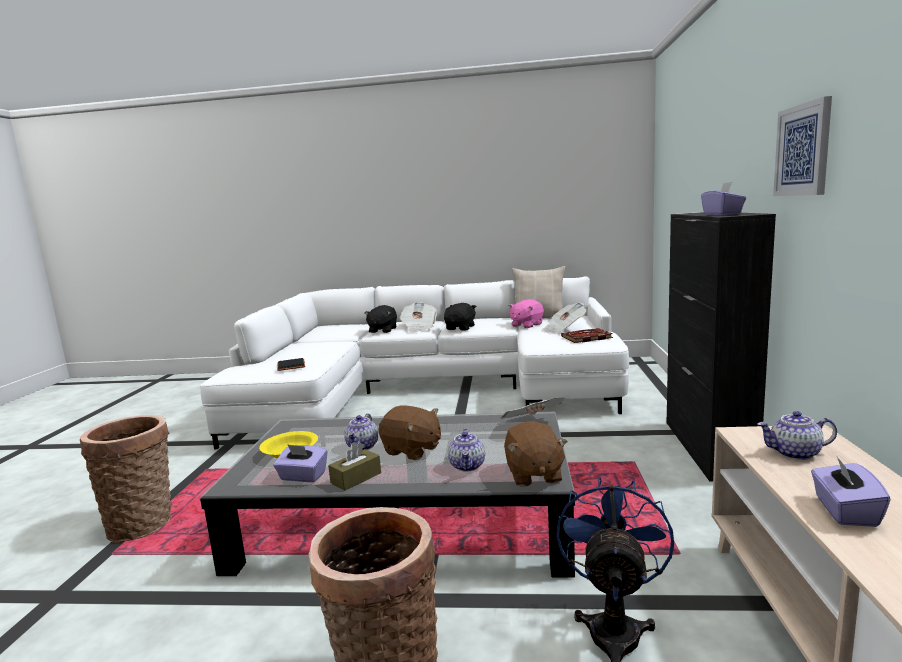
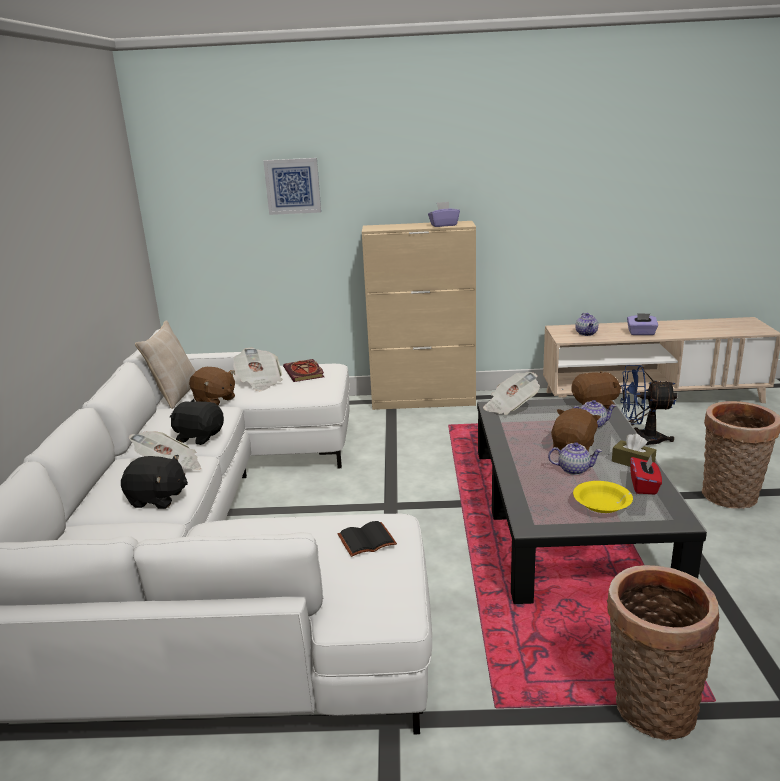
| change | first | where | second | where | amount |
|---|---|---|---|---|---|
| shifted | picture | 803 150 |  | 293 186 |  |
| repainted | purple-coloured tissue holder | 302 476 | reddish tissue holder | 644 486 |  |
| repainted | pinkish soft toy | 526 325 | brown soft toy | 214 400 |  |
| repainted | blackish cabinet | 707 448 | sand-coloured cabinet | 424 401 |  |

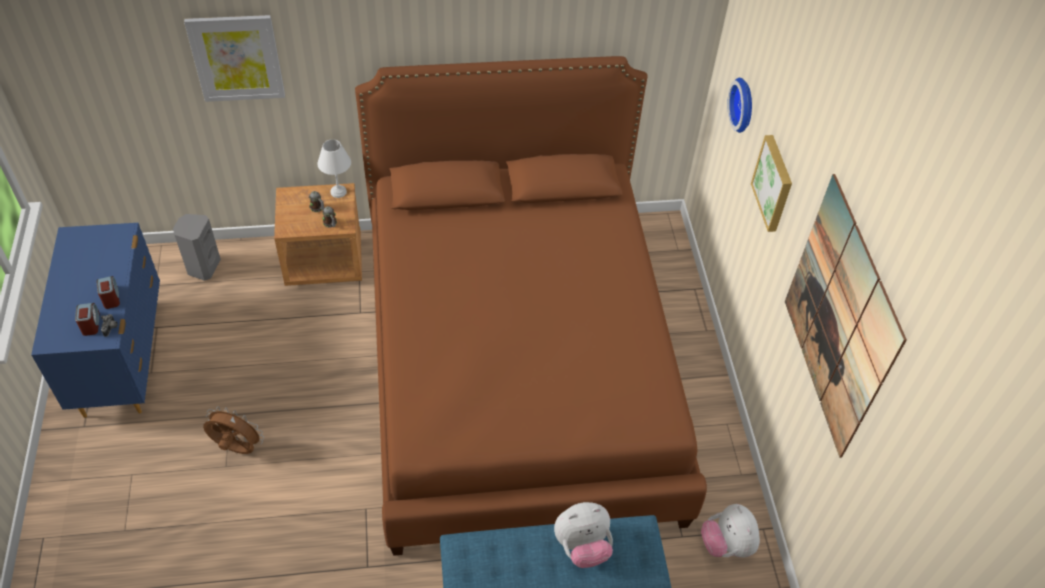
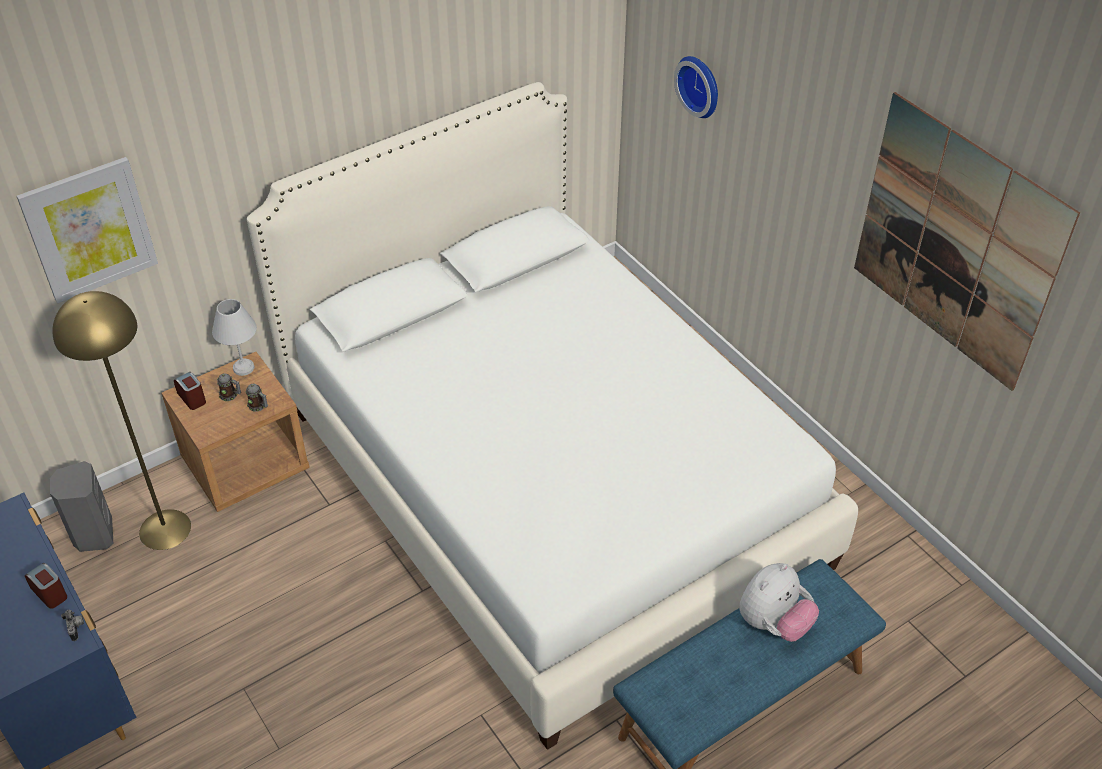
| change | first | where | second | where | amount |
|---|---|---|---|---|---|
| gone | brown fan | 236 448 |  |  |  |
| gone | soft toy | 726 544 |  |  |  |
| gone | picture | 774 183 |  |  |  |
| new |  |  | yellow-coloured standard lamp | 165 529 |  |
| shifted | table clock | 91 324 |  | 192 398 |  |
| repainted | brown bedroom bed | 518 367 | white bedroom bed | 551 485 |  |

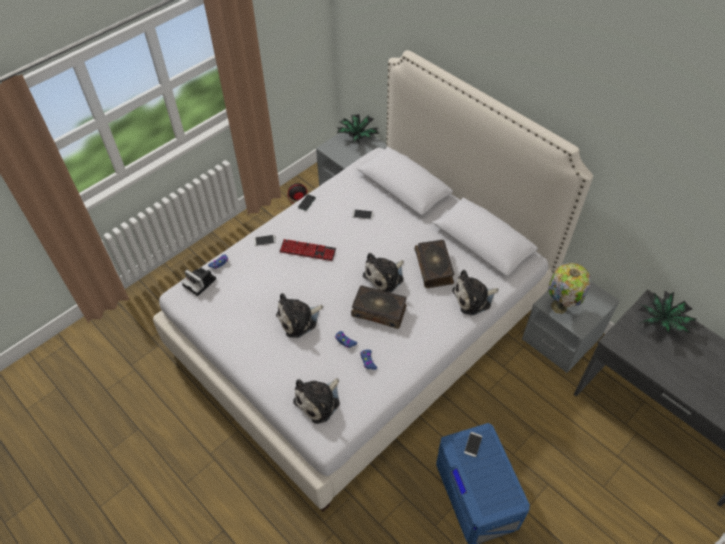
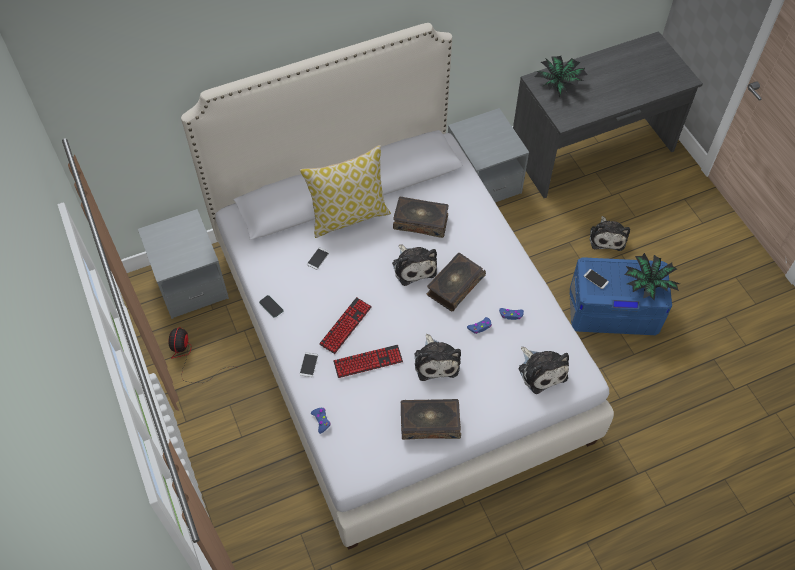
| change | first | where | second | where | amount |
|---|---|---|---|---|---|
| gone | photo camera | 201 282 |  |  |  |
| gone | lamp for a table | 560 308 |  |  |  |
| new |  |  | cushion | 349 216 |  |
| new |  |  | PC keyboard | 368 362 |  |
| new |  |  | book | 430 422 |  |
| shifted | plant in a pot | 357 137 |  | 648 284 |  |
| shifted | soft toy | 474 298 |  | 607 237 |  |

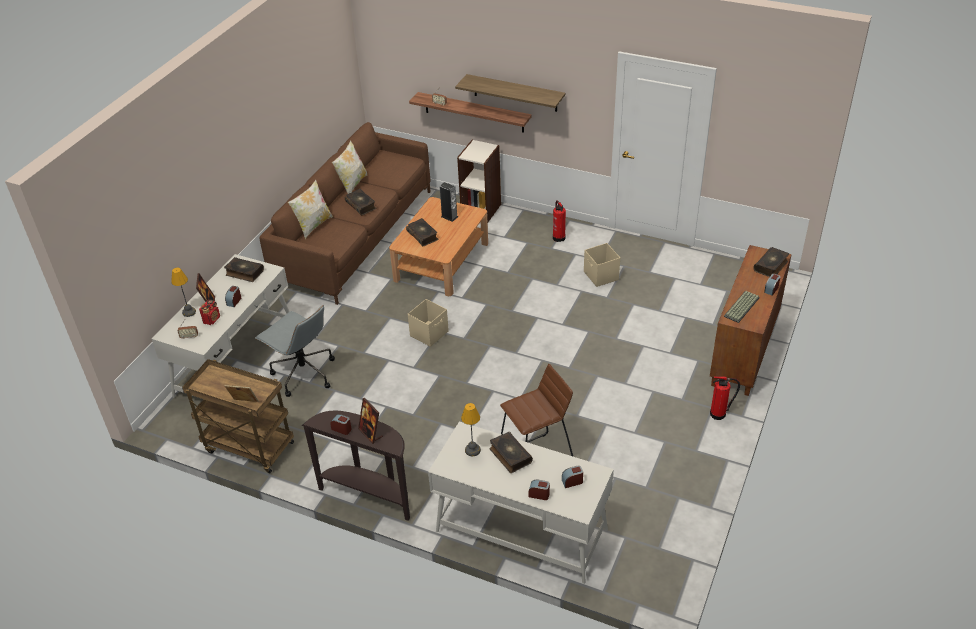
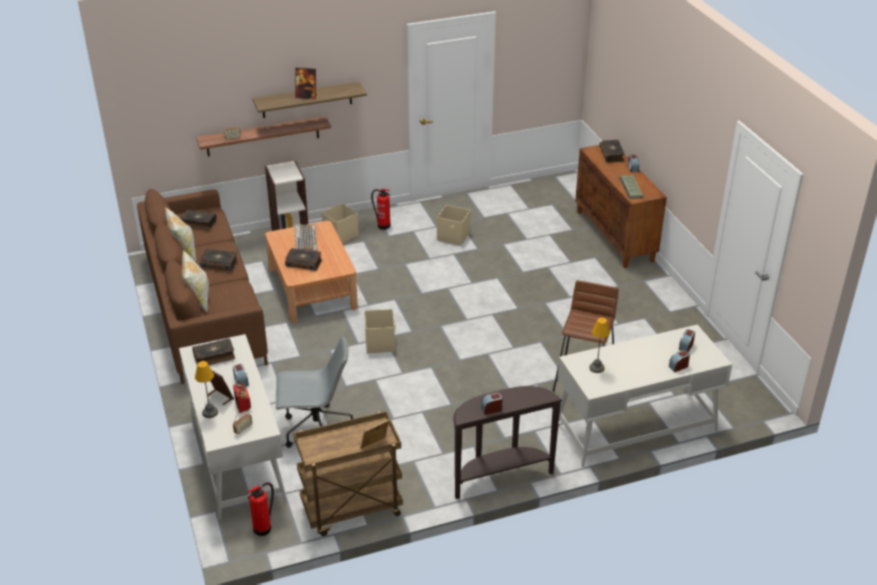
| change | first | where | second | where | amount |
|---|---|---|---|---|---|
| new |  |  | sand-coloured storage container | 340 235 |  |
| shifted | picture frame | 370 433 |  | 306 96 |  |
| shifted | book | 510 456 |  | 198 223 |  |
| shifted | fire-fighting cylinder | 719 414 |  | 264 528 |  |
| swapped | audio speaker | 449 216 | PC keyboard | 305 239 |  |

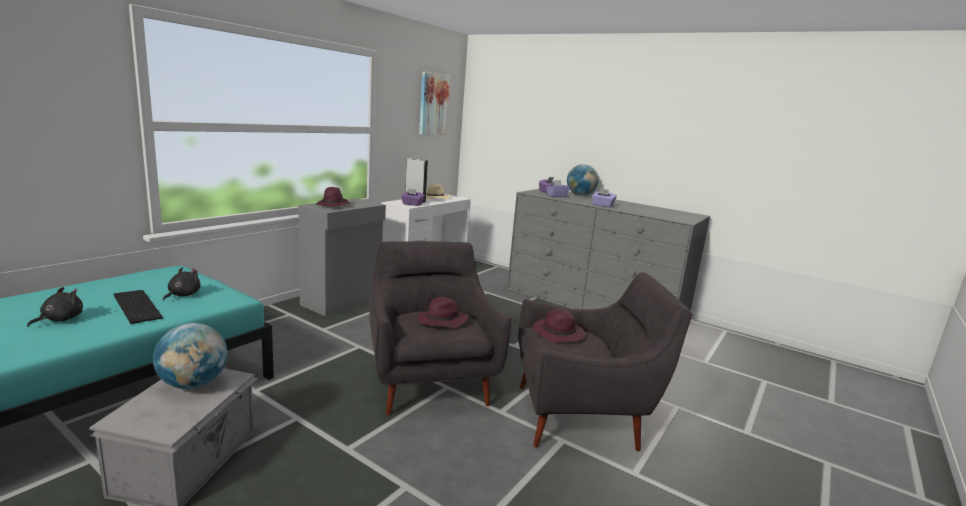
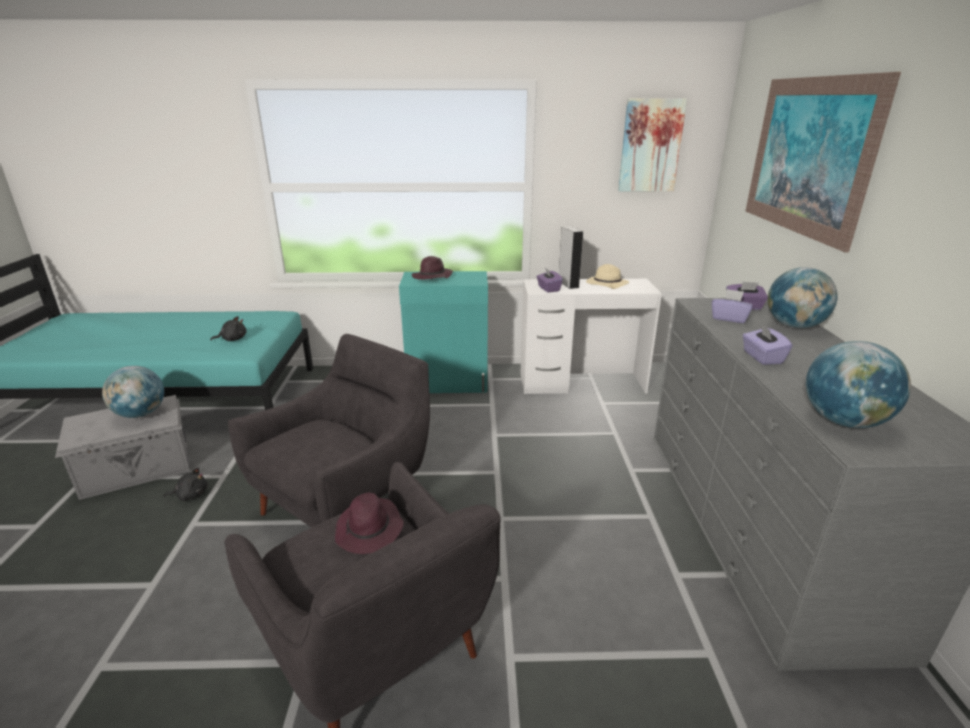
| change | first | where | second | where | amount |
|---|---|---|---|---|---|
| gone | PC keyboard | 135 306 |  |  |  |
| gone | purple-coloured hat | 441 322 |  |  |  |
| new |  |  | picture | 808 156 |  |
| new |  |  | desk globe | 844 421 |  |
| shifted | blackish soft toy | 60 319 |  | 191 495 |  |
| repainted | greyish cabinet | 343 301 | turquoise cabinet | 448 383 |  |

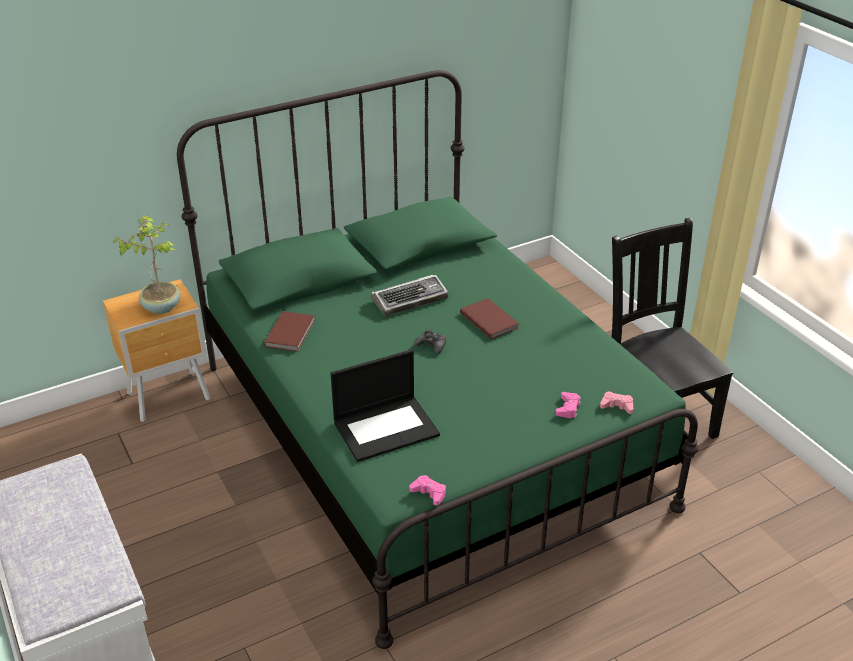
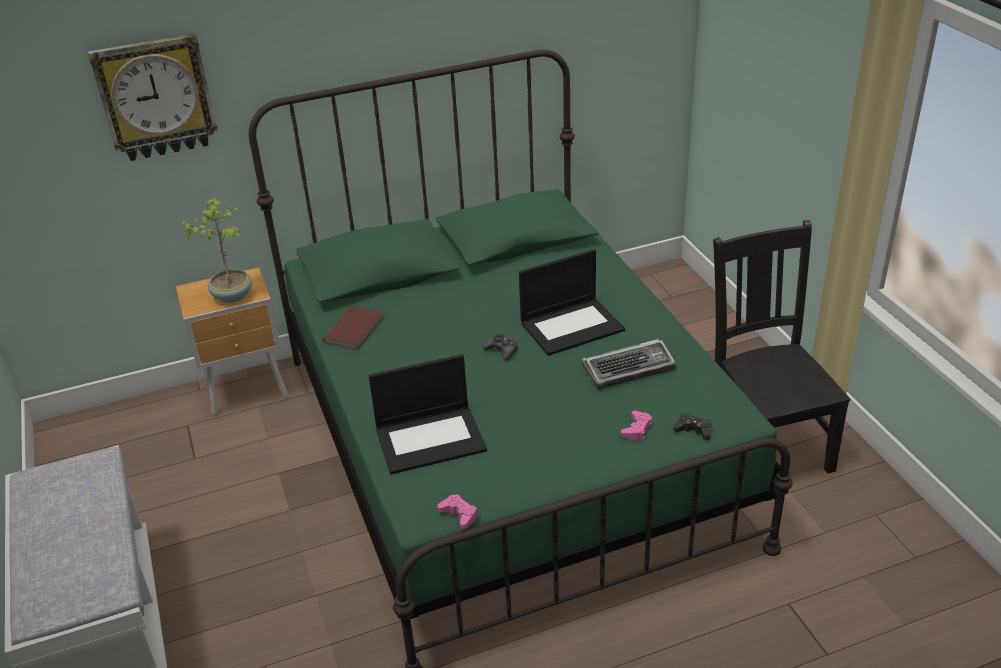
| change | first | where | second | where | amount |
|---|---|---|---|---|---|
| new |  |  | wall clock | 156 97 |  |
| shifted | PC keyboard | 410 299 |  | 629 369 |  |
| swapped | brown book | 489 320 | notebook computer | 572 326 |  |
| repainted | pinkish joypad | 617 406 | blackish joypad | 693 430 |  |

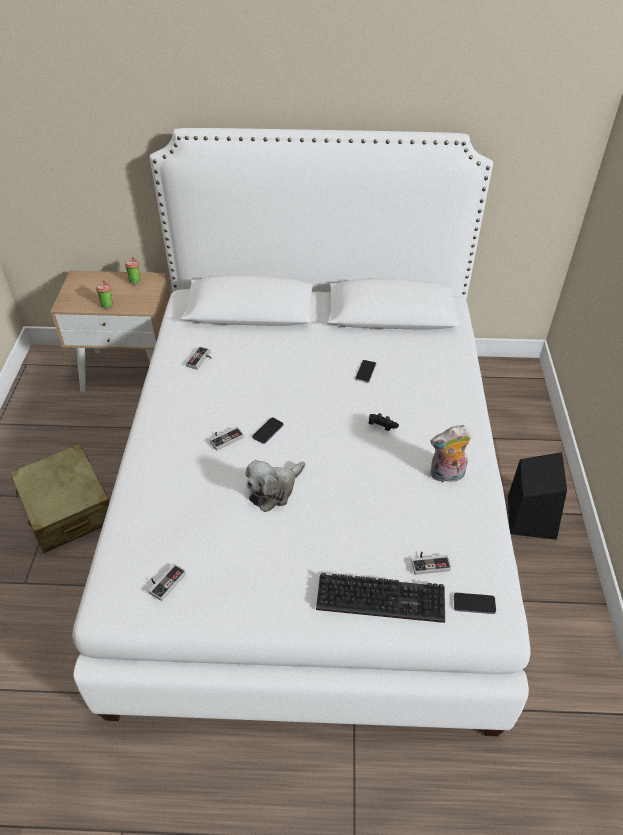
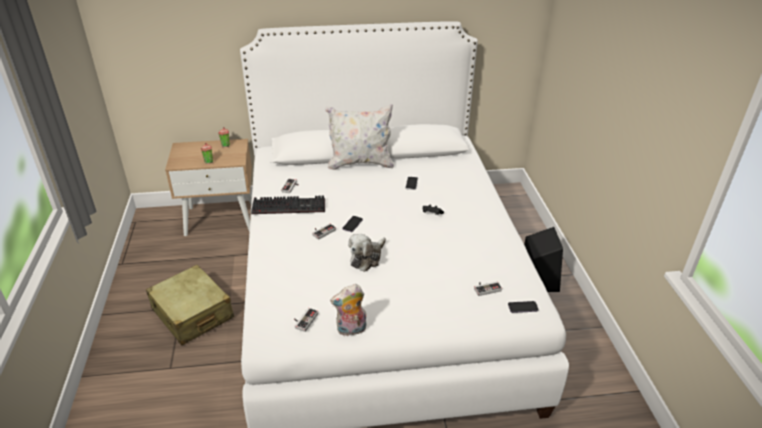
| change | first | where | second | where | amount |
|---|---|---|---|---|---|
| new |  |  | white cushion | 360 163 |  |
| shifted | PC keyboard | 383 597 |  | 290 206 |  |
| shifted | soft toy | 446 475 |  | 351 330 |  |

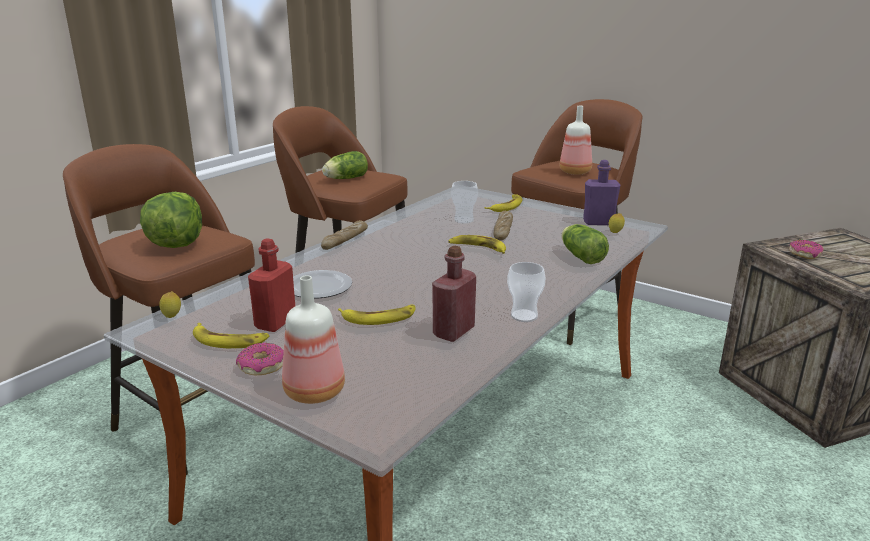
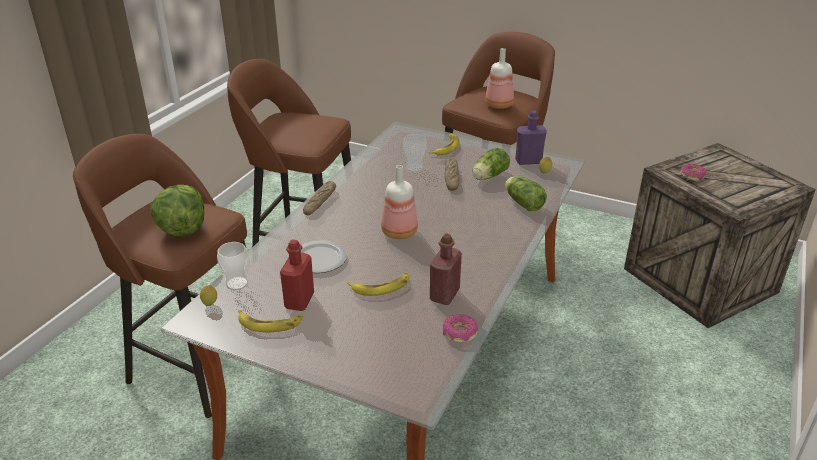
| change | first | where | second | where | amount |
|---|---|---|---|---|---|
| gone | whole banana | 478 248 |  |  |  |
| shifted | ring doughnut | 261 366 |  | 459 333 |  |
| shifted | beverage bottle | 312 392 |  | 398 232 |  |
| shifted | lettuce | 344 179 |  | 488 176 |  |
| shifted | drinking cup | 524 316 |  | 237 283 |  |

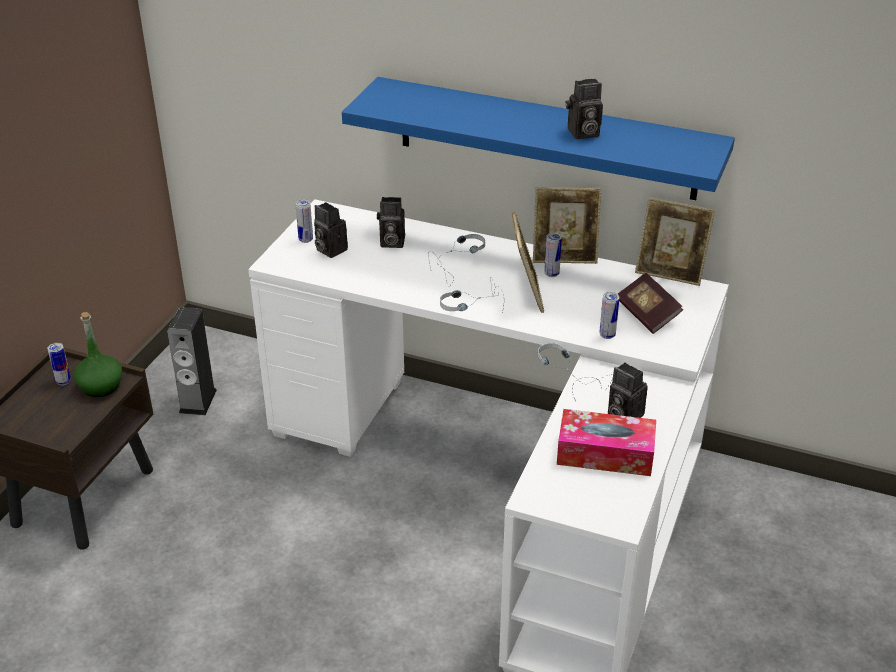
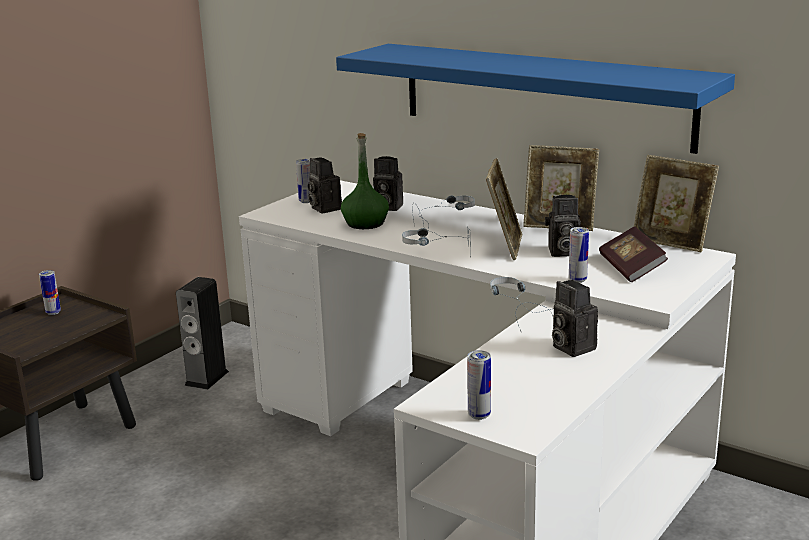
| change | first | where | second | where | amount |
|---|---|---|---|---|---|
| gone | tissue holder | 605 454 |  |  |  |
| shifted | greenish beverage bottle | 101 386 |  | 365 223 |  |
| shifted | sealed can | 551 274 |  | 479 415 |  |
| shifted | photo camera | 582 133 |  | 561 252 |  |

